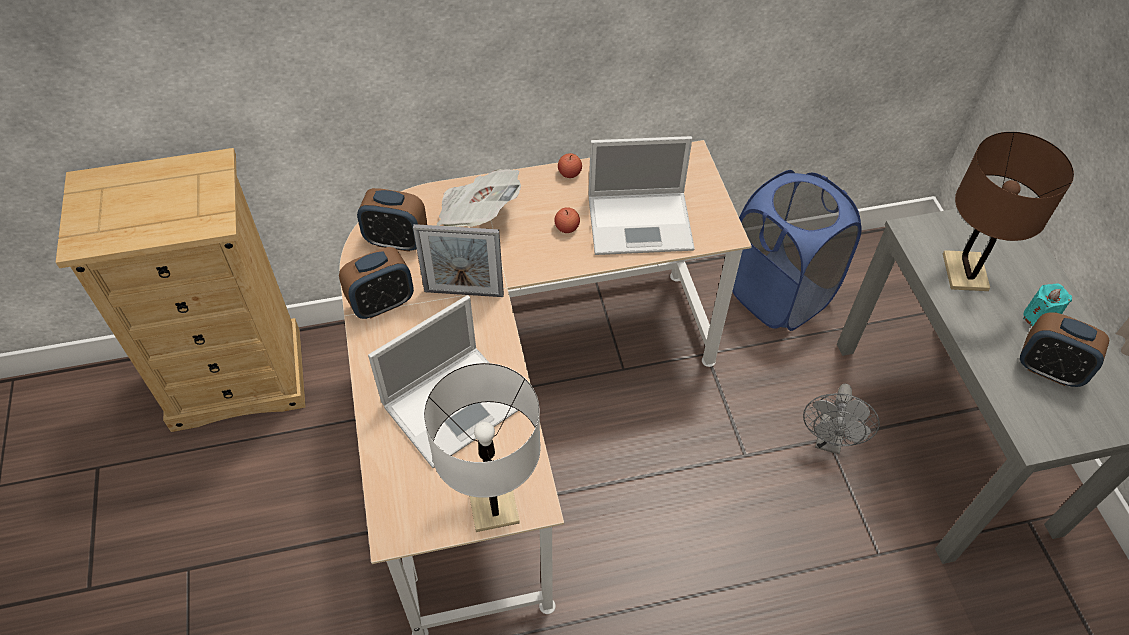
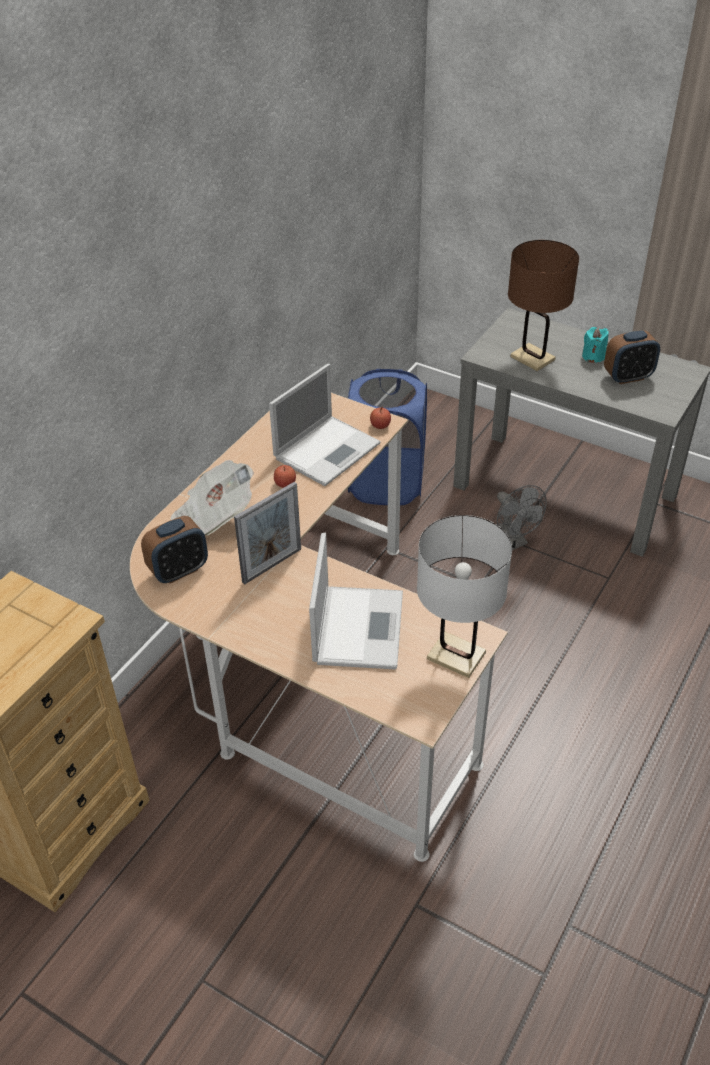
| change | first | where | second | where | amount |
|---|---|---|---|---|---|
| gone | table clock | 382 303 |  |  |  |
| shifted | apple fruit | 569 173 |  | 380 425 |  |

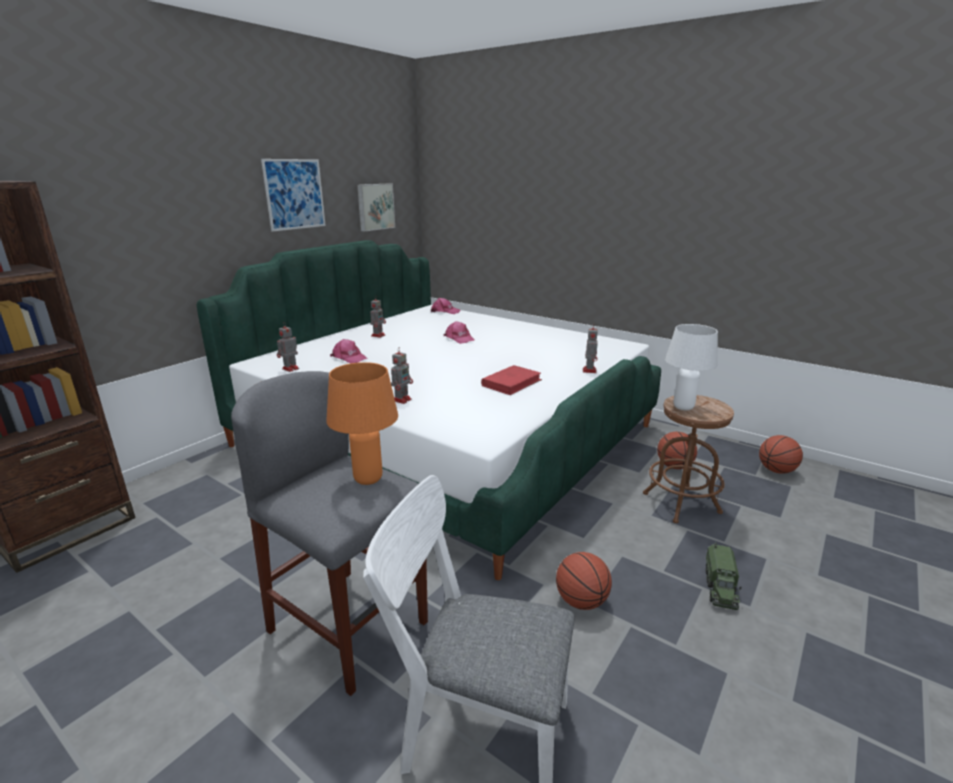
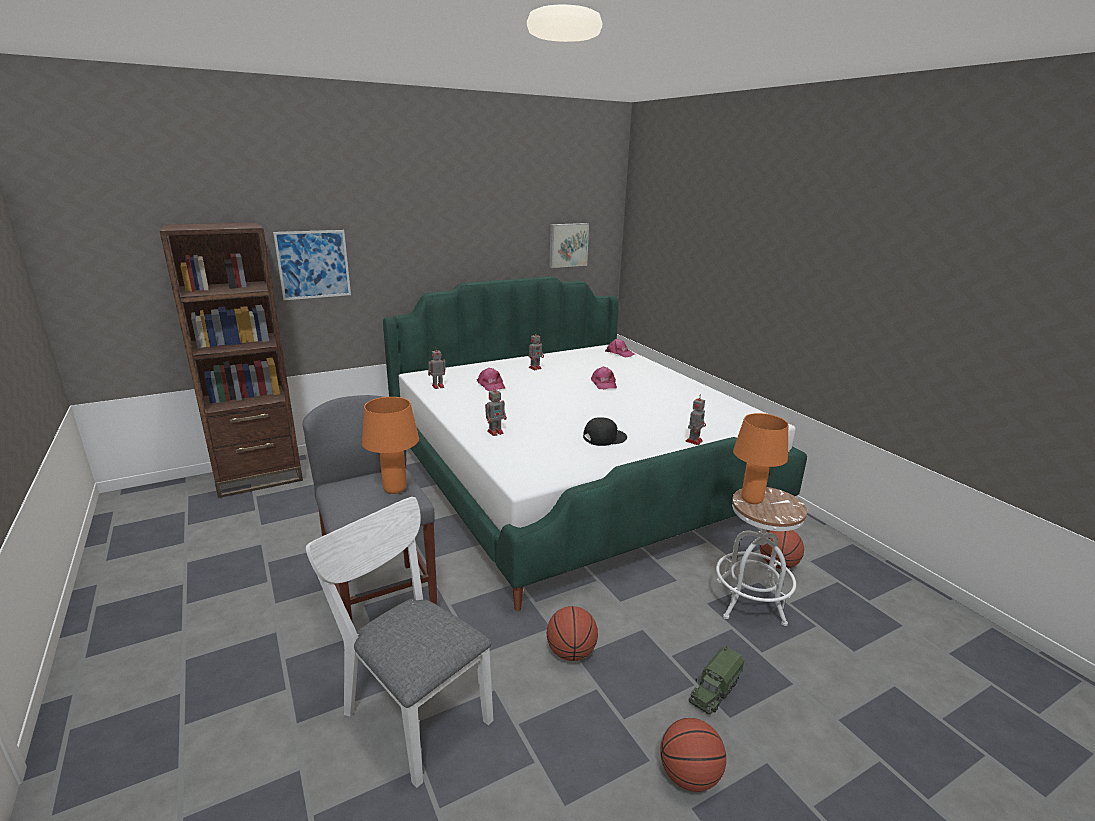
| change | first | where | second | where | amount |
|---|---|---|---|---|---|
| shifted | picture | 294 194 |  | 313 264 |  |
| shifted | basketball ball | 776 470 |  | 689 775 |  |
| swapped | reddish book | 511 383 | blackish baseball cap | 604 437 |  |
| repainted | brown sitting stool | 681 503 | white sitting stool | 750 602 |  |
| repainted | white lamp for a table | 683 407 | orange-coloured lamp for a table | 751 500 |  |

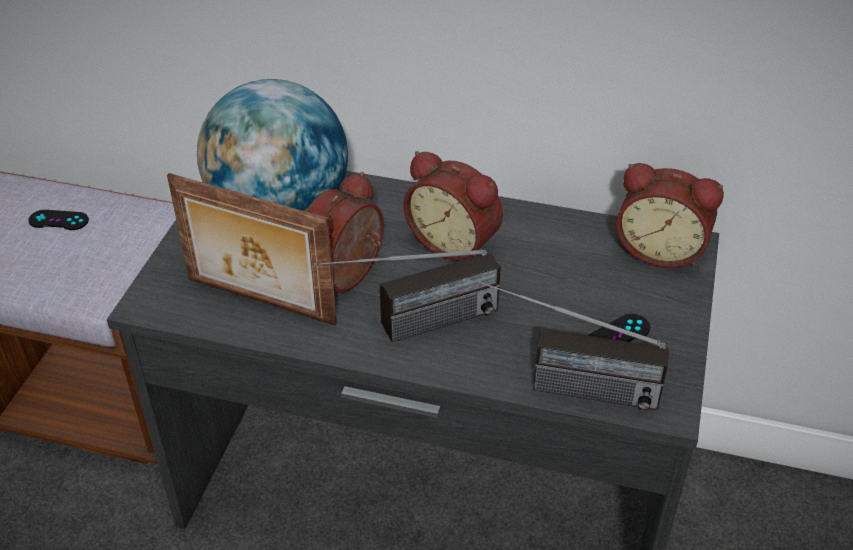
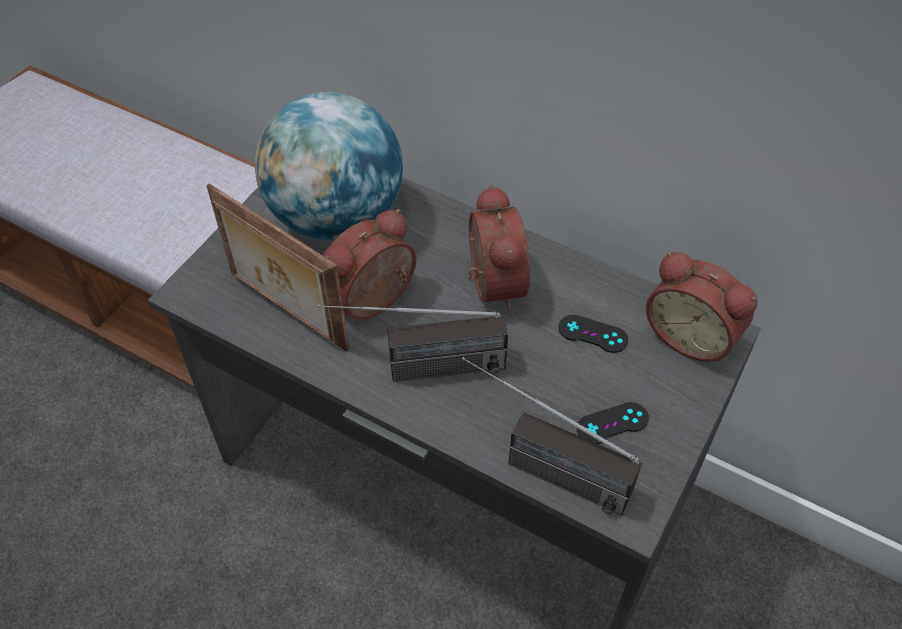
| change | first | where | second | where | amount |
|---|---|---|---|---|---|
| shifted | blackish joypad | 58 220 |  | 593 334 |  |
| rotated | table clock | 455 242 |  | 490 284 | 150 degrees counterclockwise |

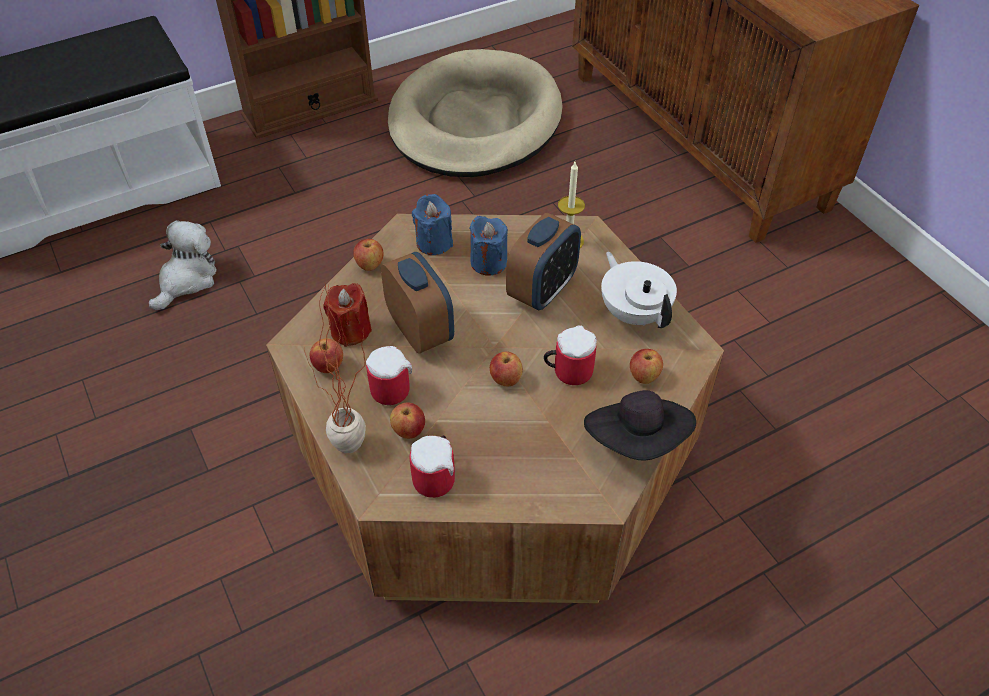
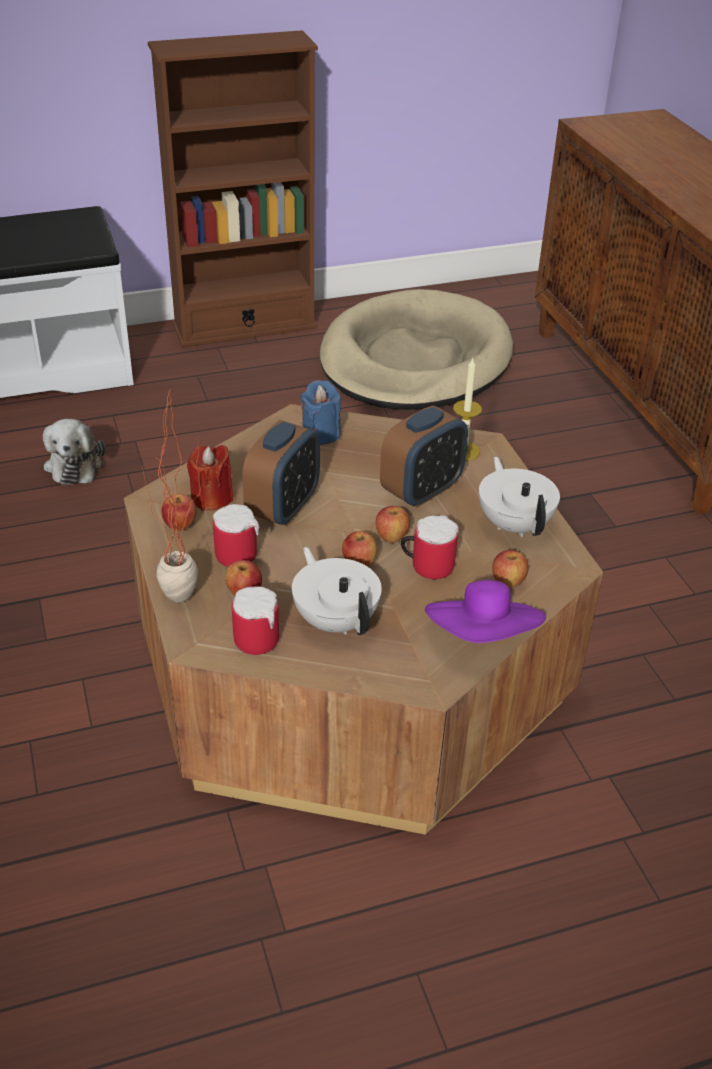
| change | first | where | second | where | amount |
|---|---|---|---|---|---|
| gone | blue-coloured wax light | 488 262 |  |  |  |
| new |  |  | white pot for tea | 336 620 |  |
| shifted | apple fruit | 369 265 |  | 391 537 |  |
| repainted | blackish hat | 637 440 | purple-coloured hat | 483 638 |  |
| rotated | soft toy | 187 280 |  | 75 464 | 135 degrees clockwise |
| rotated | table clock | 420 330 |  | 283 508 | 45 degrees clockwise |

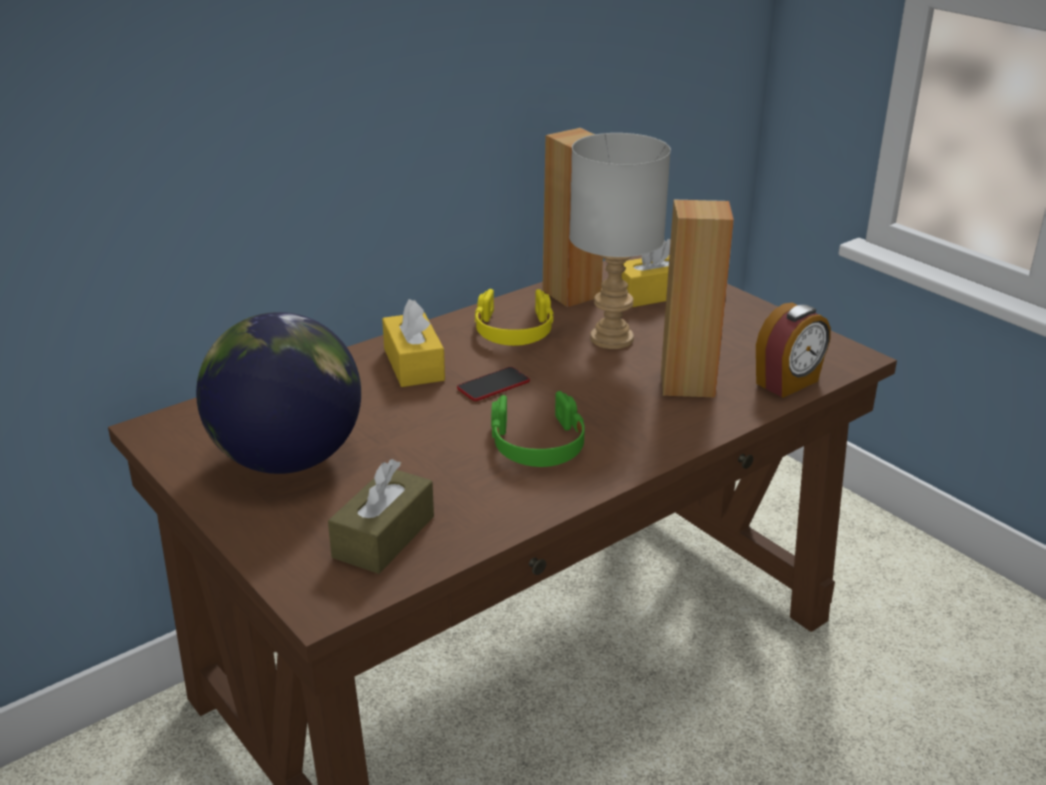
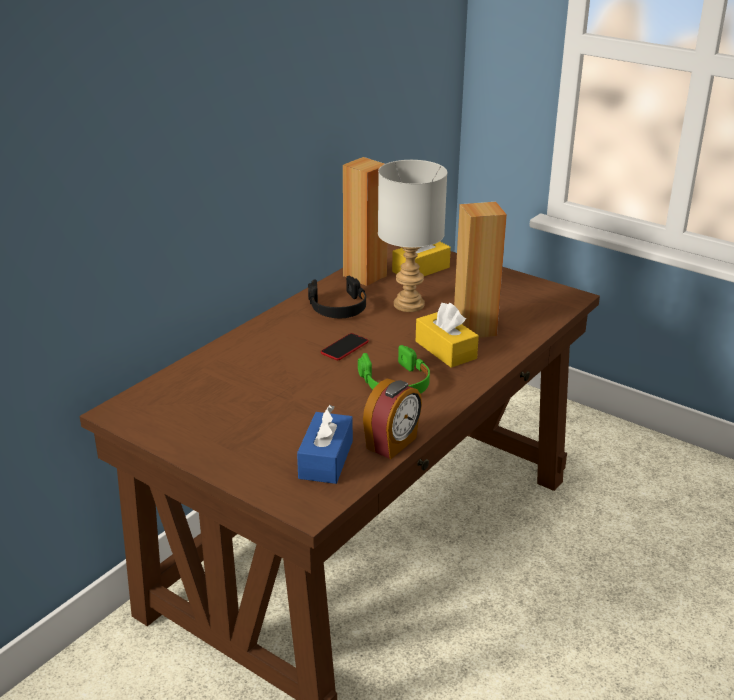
| change | first | where | second | where | amount |
|---|---|---|---|---|---|
| gone | desk globe | 287 459 |  |  |  |
| shifted | yellow-coloured tissue holder | 413 364 |  | 445 350 |  |
| shifted | table clock | 788 383 |  | 392 444 |  |
| repainted | brown tissue holder | 384 537 | blue-coloured tissue holder | 326 459 |  |
| repainted | yellow-coloured headset | 513 330 | blackish headset | 338 307 |  |

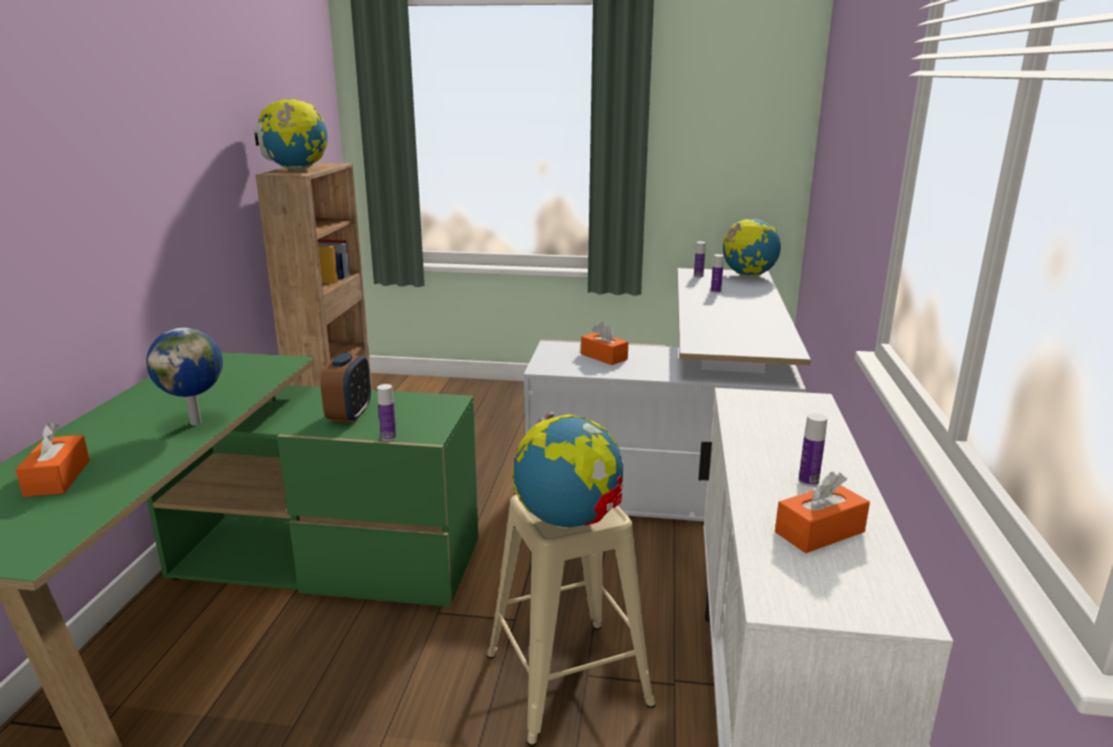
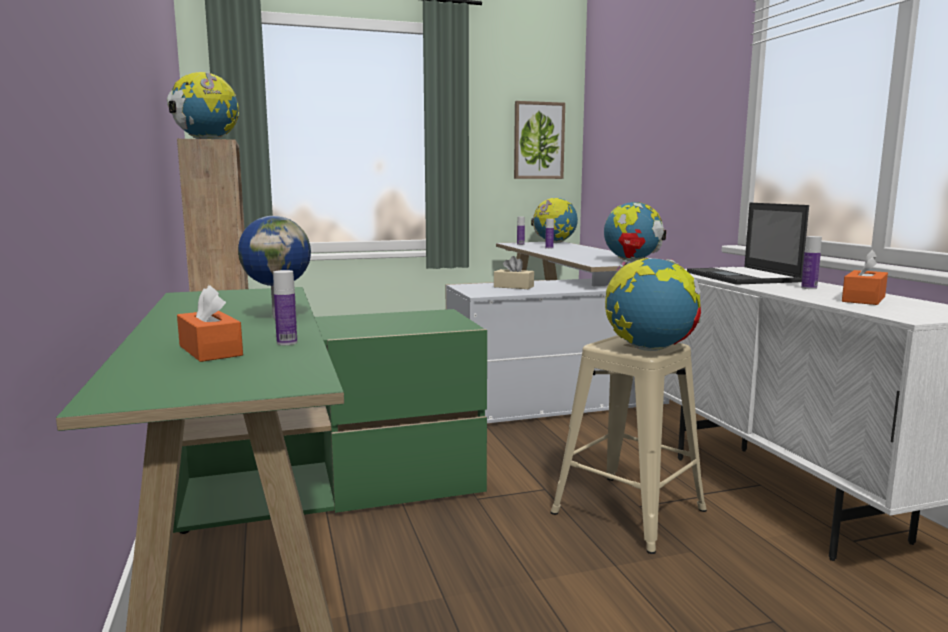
| change | first | where | second | where | amount |
|---|---|---|---|---|---|
| gone | table clock | 349 415 |  |  |  |
| new |  |  | picture | 538 140 |  |
| new |  |  | desk globe | 632 261 |  |
| new |  |  | notebook computer | 743 277 |  |
| shifted | beverage bottle | 388 437 |  | 287 343 |  |
| repainted | orange-coloured tissue holder | 604 357 | sand-coloured tissue holder | 513 287 |  |

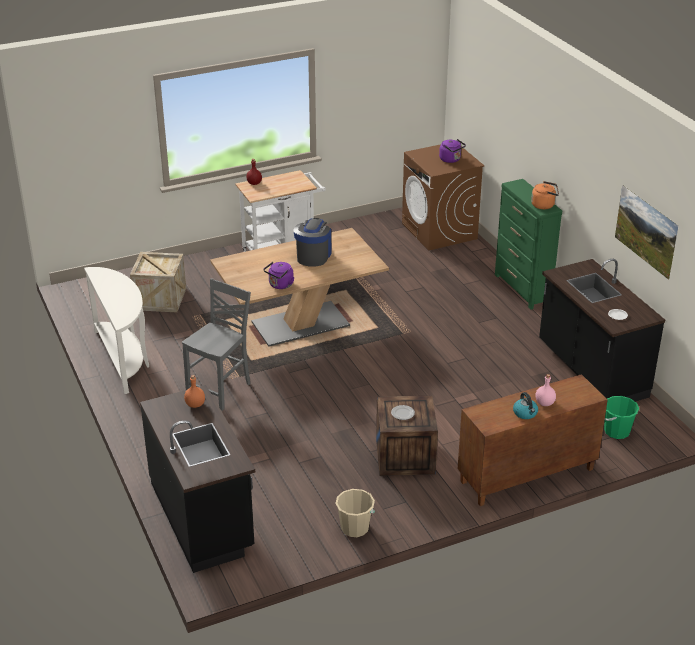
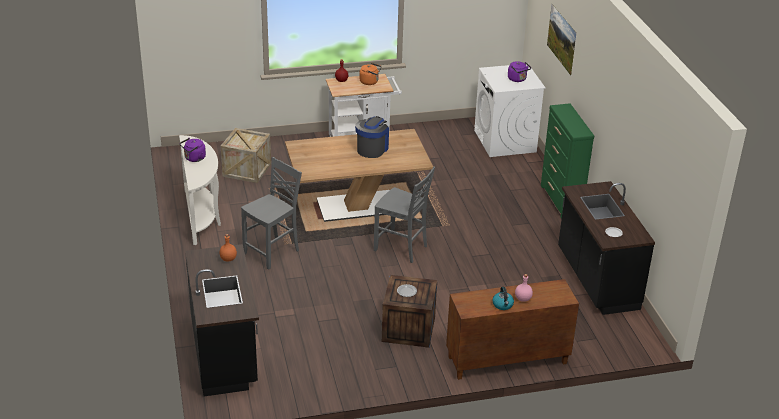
| change | first | where | second | where | amount |
|---|---|---|---|---|---|
| gone | sand-coloured water bucket | 355 528 |  |  |  |
| gone | greenish water bucket | 616 431 |  |  |  |
| new |  |  | greyish upright chair | 401 248 |  |
| shifted | purple-coloured tea kettle | 280 285 |  | 194 158 |  |
| shifted | orange-coloured tea kettle | 544 205 |  | 370 82 |  |
| shifted | picture | 643 244 |  | 560 49 |  |
| repainted | brown laundry machine | 439 231 | white laundry machine | 505 141 |  |

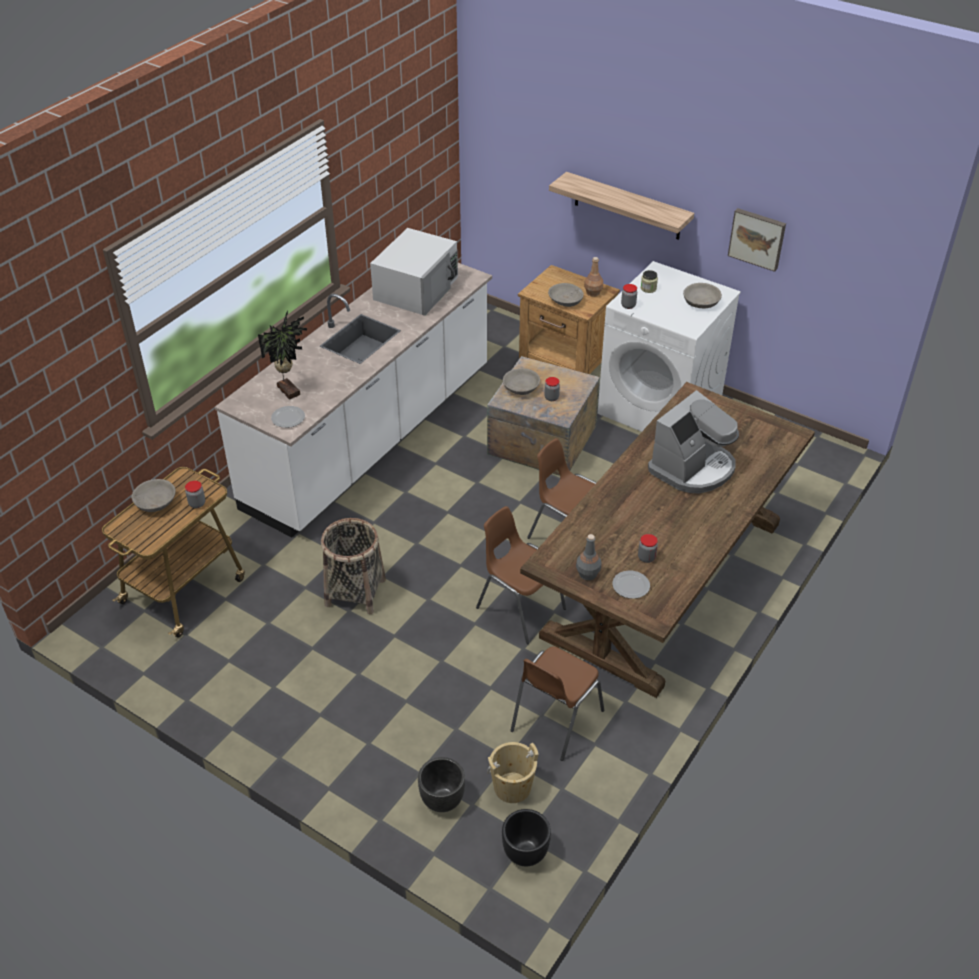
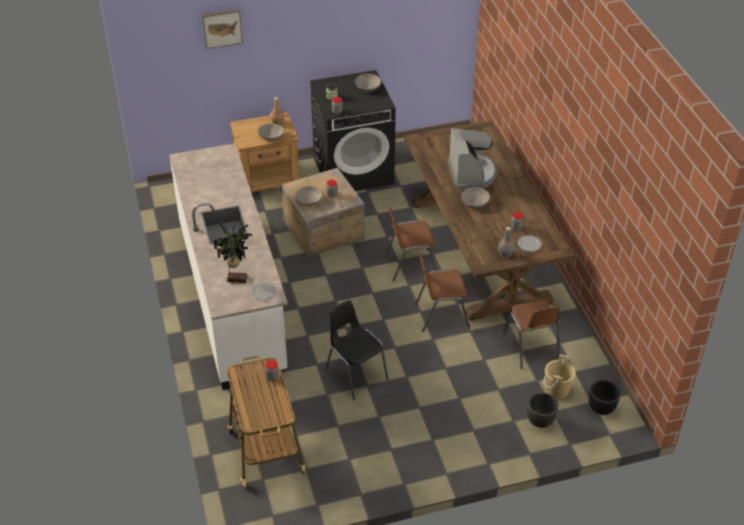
| change | first | where | second | where | amount |
|---|---|---|---|---|---|
| gone | white microwave oven | 417 288 |  |  |  |
| gone | bracket shelf | 627 206 |  |  |  |
| shifted | greyish bowl | 155 503 |  | 475 202 |  |
| shifted | picture | 757 238 |  | 222 27 |  |
| swapped | household basket | 355 592 | blackish upright chair | 355 374 |  |
| repainted | white laundry machine | 660 407 | blackish laundry machine | 354 170 |  |

